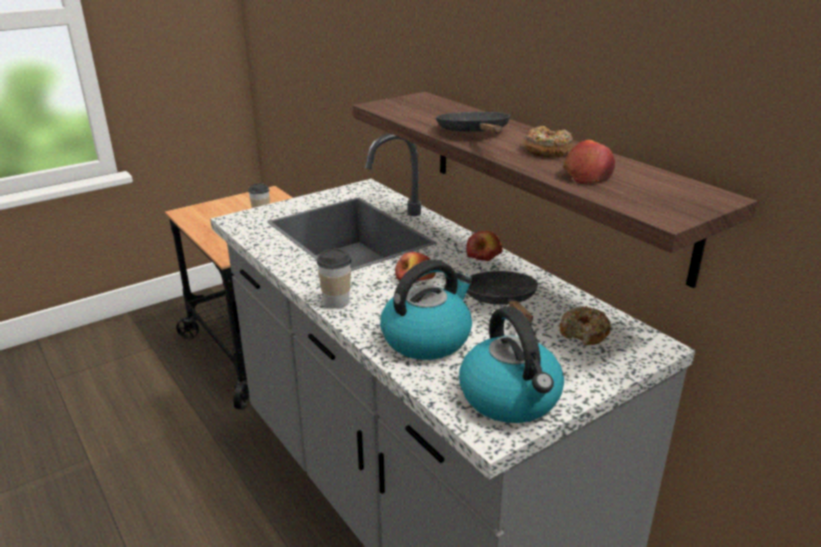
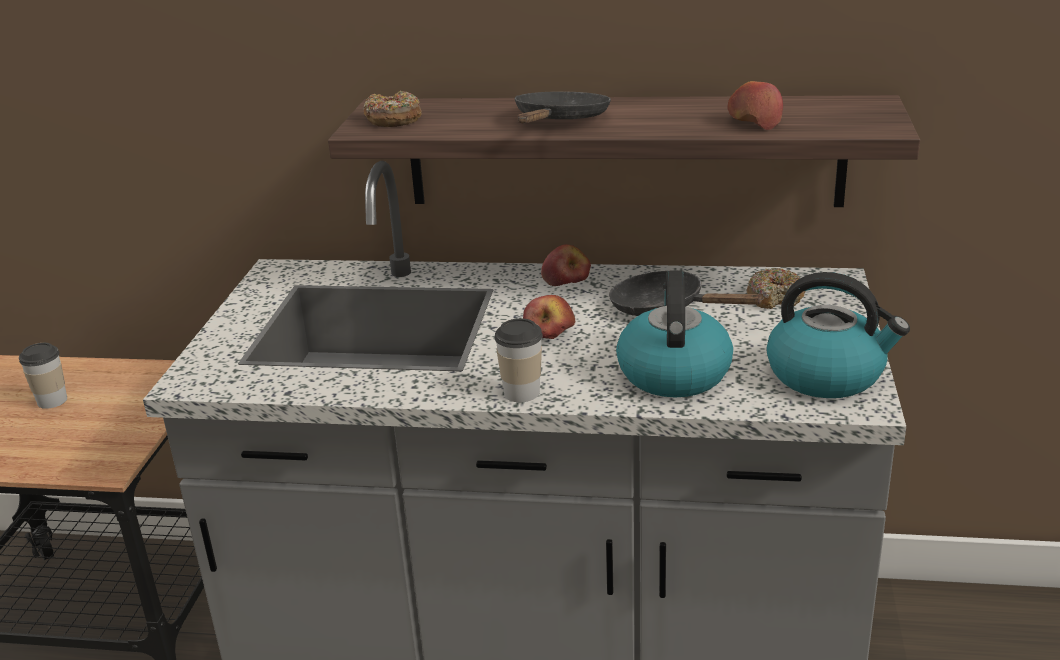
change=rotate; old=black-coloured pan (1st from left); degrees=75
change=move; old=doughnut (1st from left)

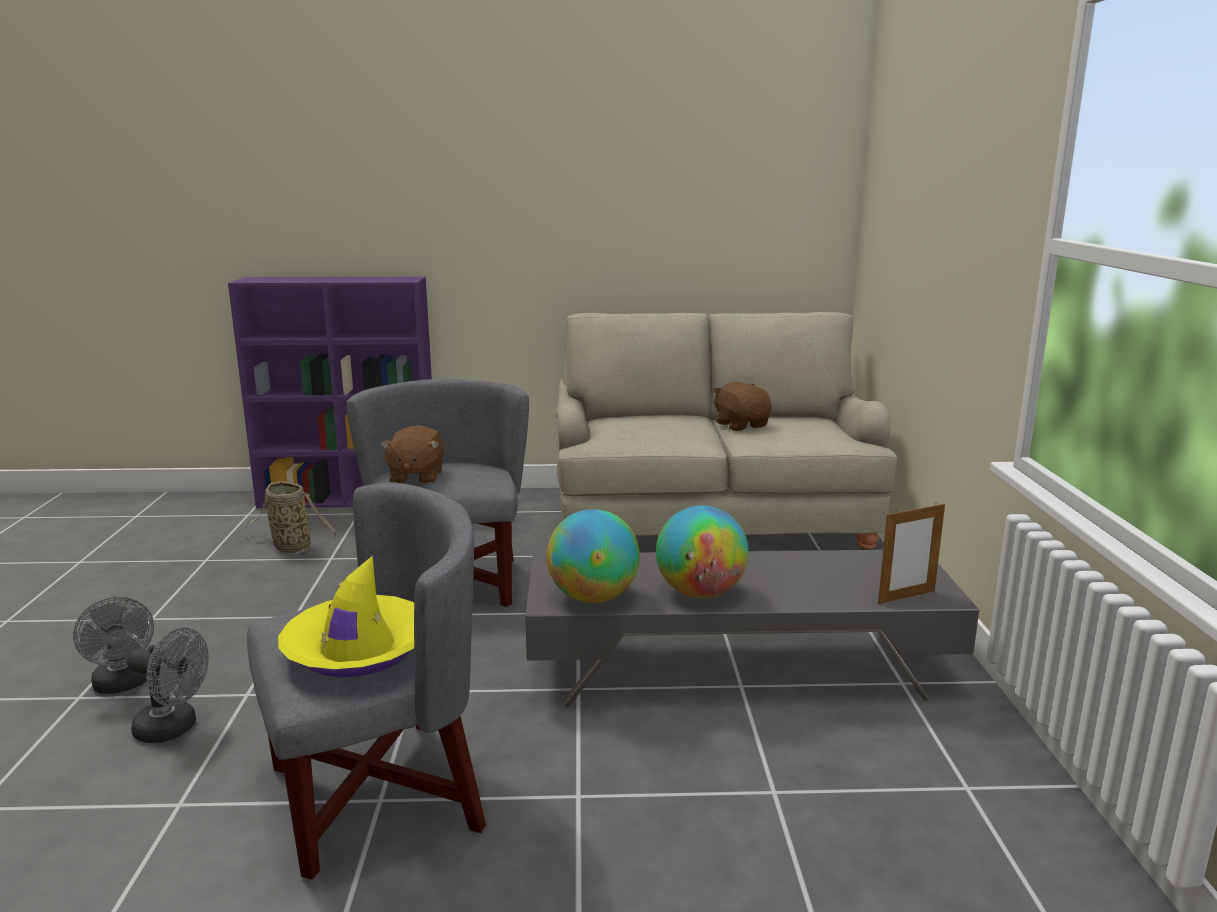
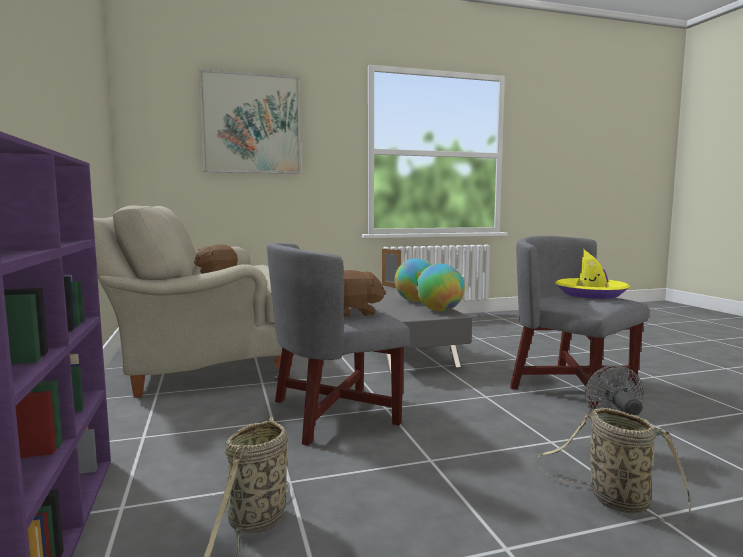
change=replace; old=greyish electric fan (1st from left); new=basket (2nd from left)
change=insert; new=wall picture

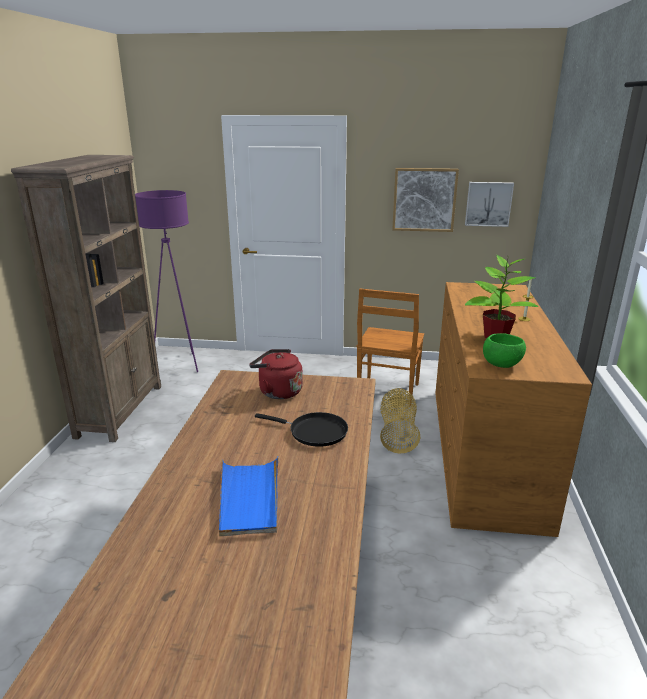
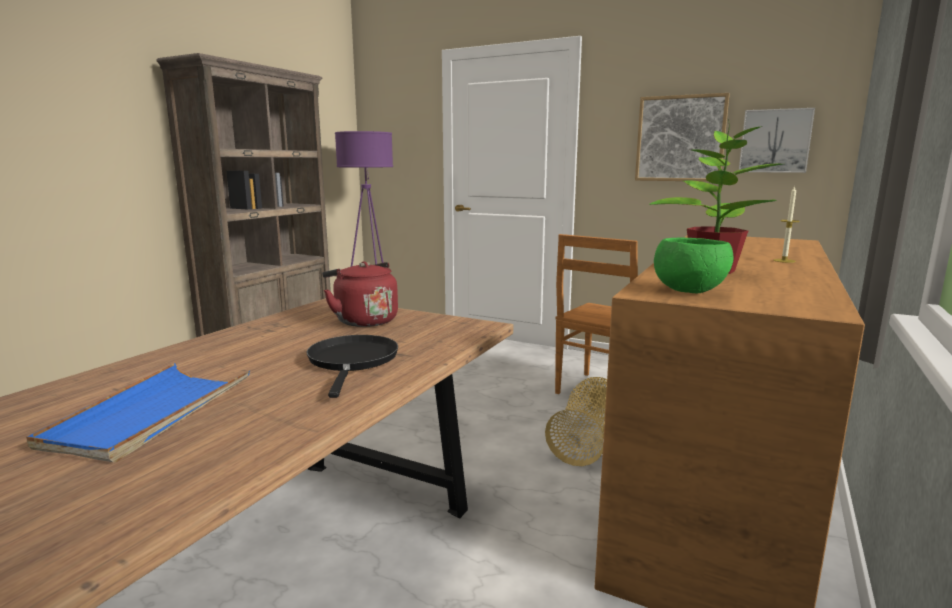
change=rotate; old=black-coloured pan; degrees=-135

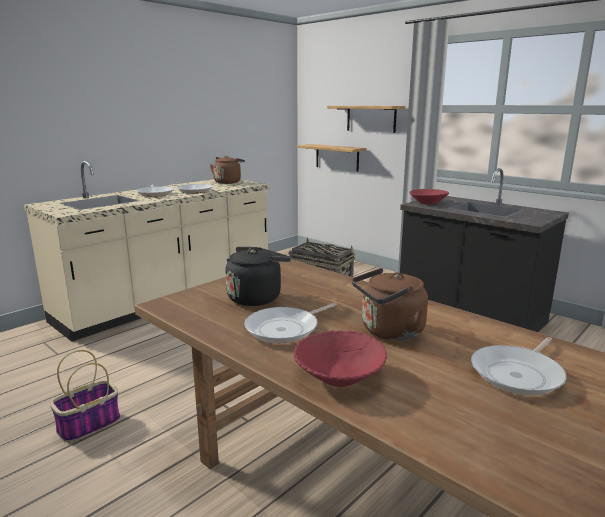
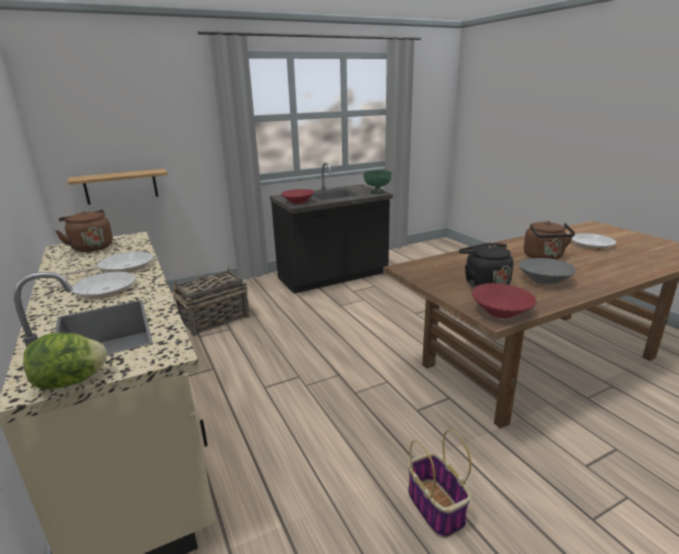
change=delete; old=bracket shelf (2nd from left)
change=replace; old=pan (3rd from left); new=greyish deep dish
change=move; old=red deep dish (1st from left in the first image); new=red deep dish (2nd from left)
change=insert; new=green-coloured deep dish
change=insert; new=lettuce

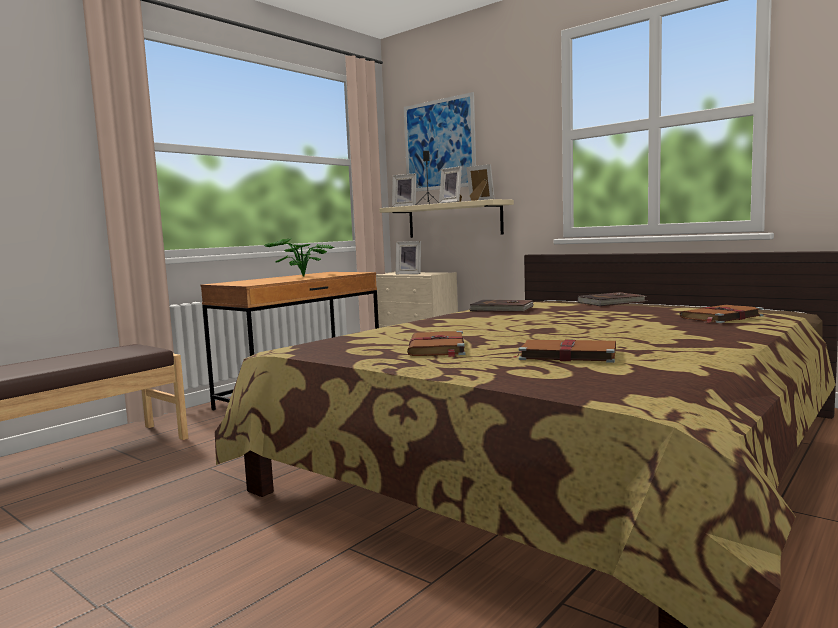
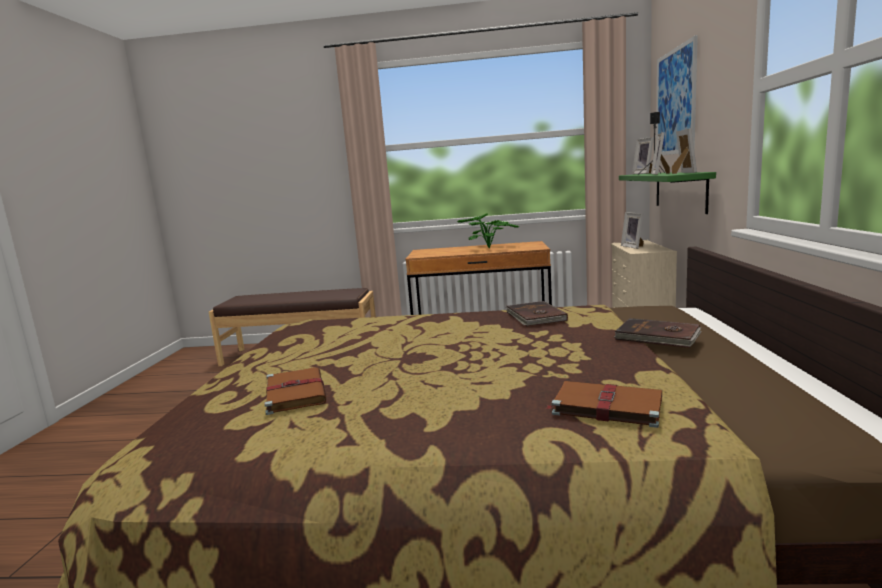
change=recolor; old=beige-coloured bracket shelf; new=green-coloured bracket shelf
change=delete; old=brown-coloured volume (1st from left)

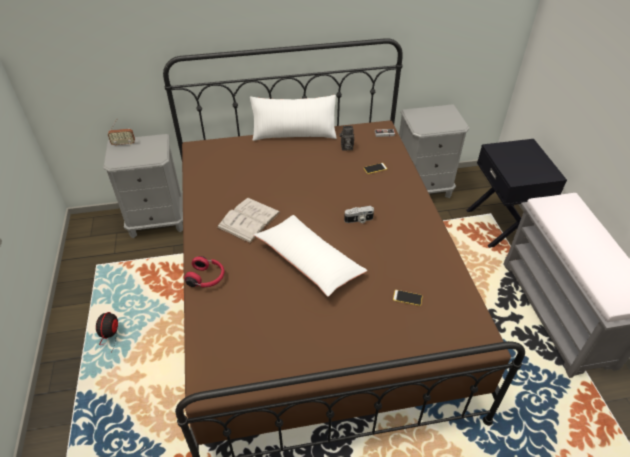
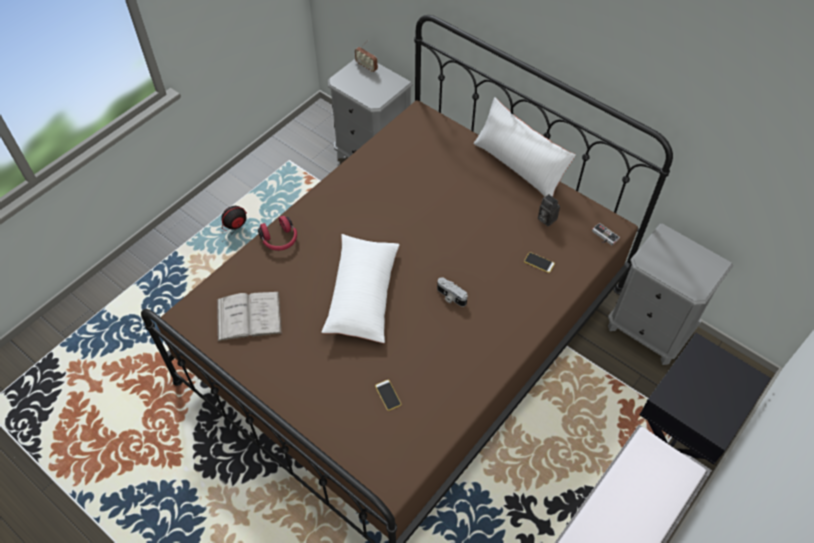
change=move; old=white volume

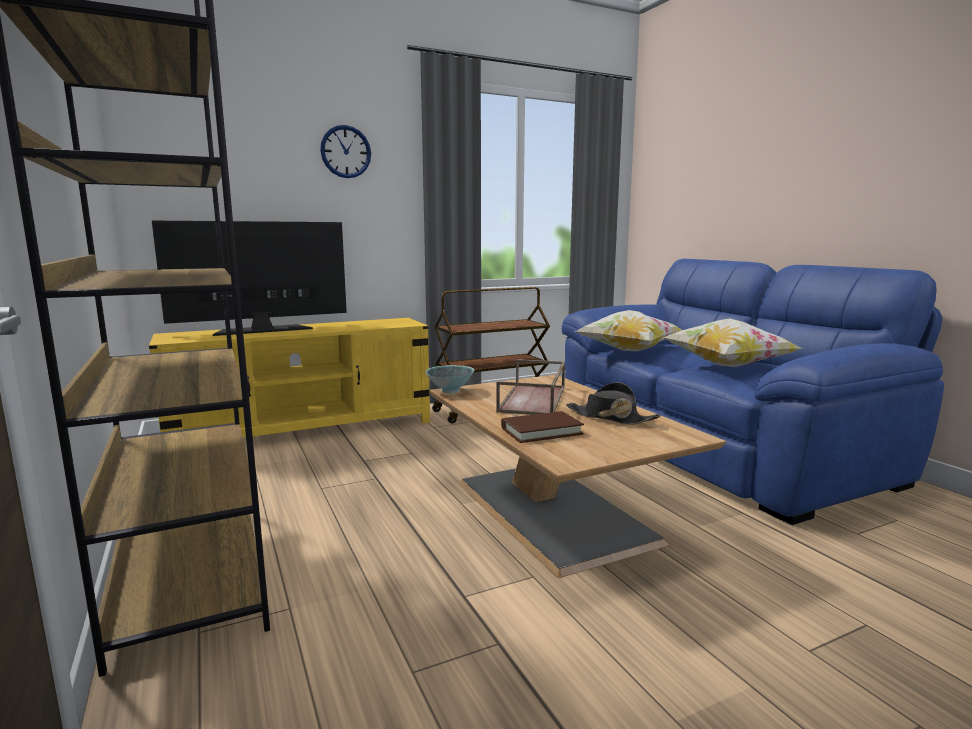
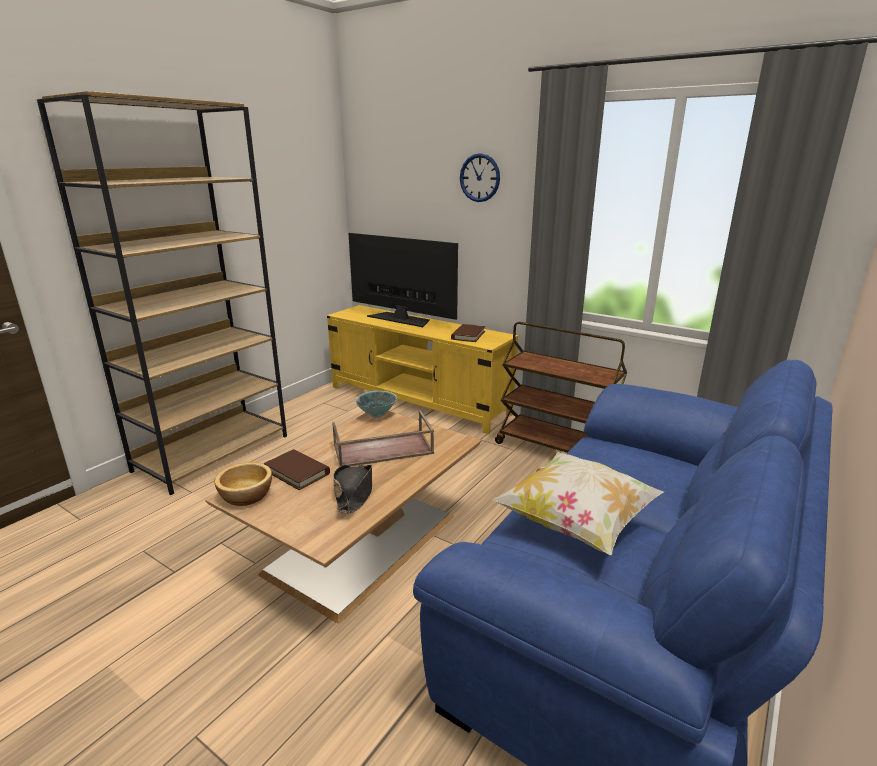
change=delete; old=pillow (1st from left)
change=insert; new=brown-coloured volume (2nd from left)
change=insert; new=deep dish (1st from left)

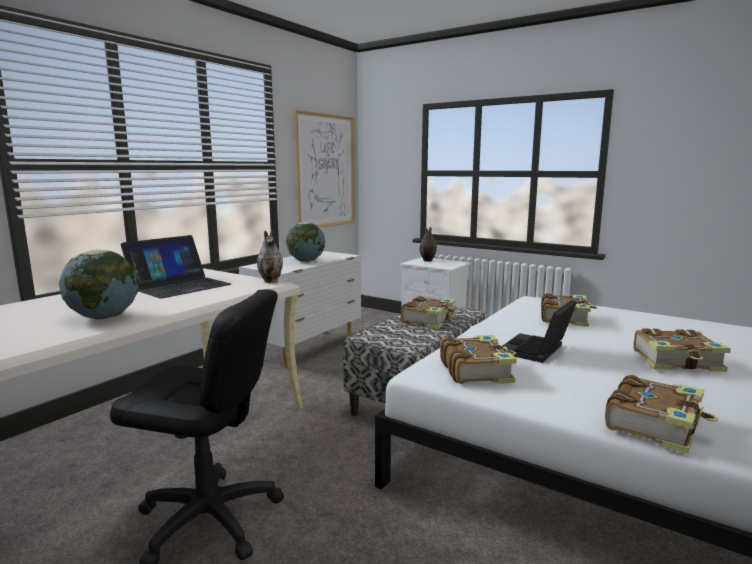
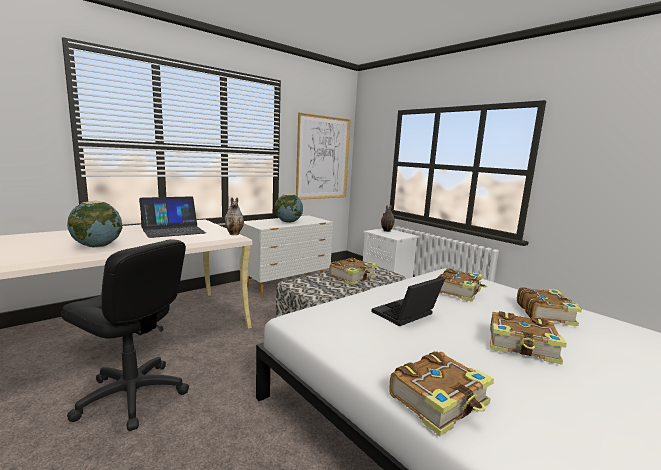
change=move; old=volume (2nd from left in the first image); new=volume (5th from left)

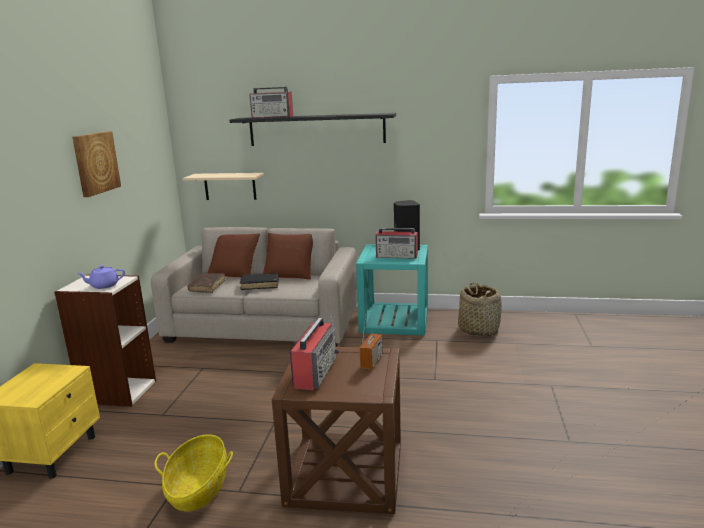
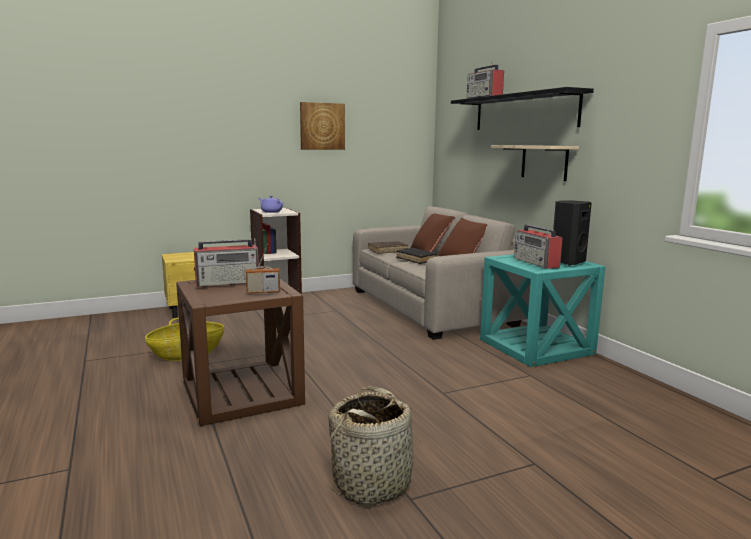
change=move; old=beige-coloured bracket shelf
change=move; old=basket (2nd from left)

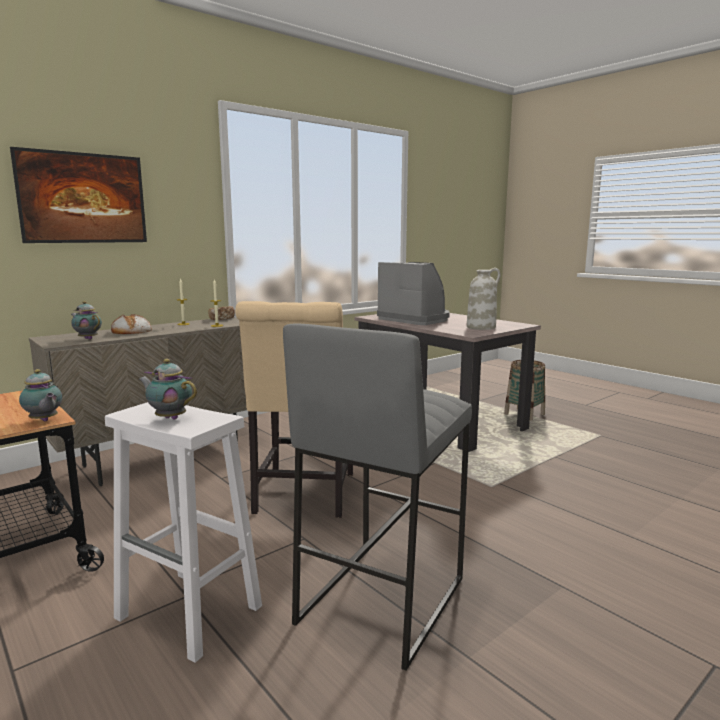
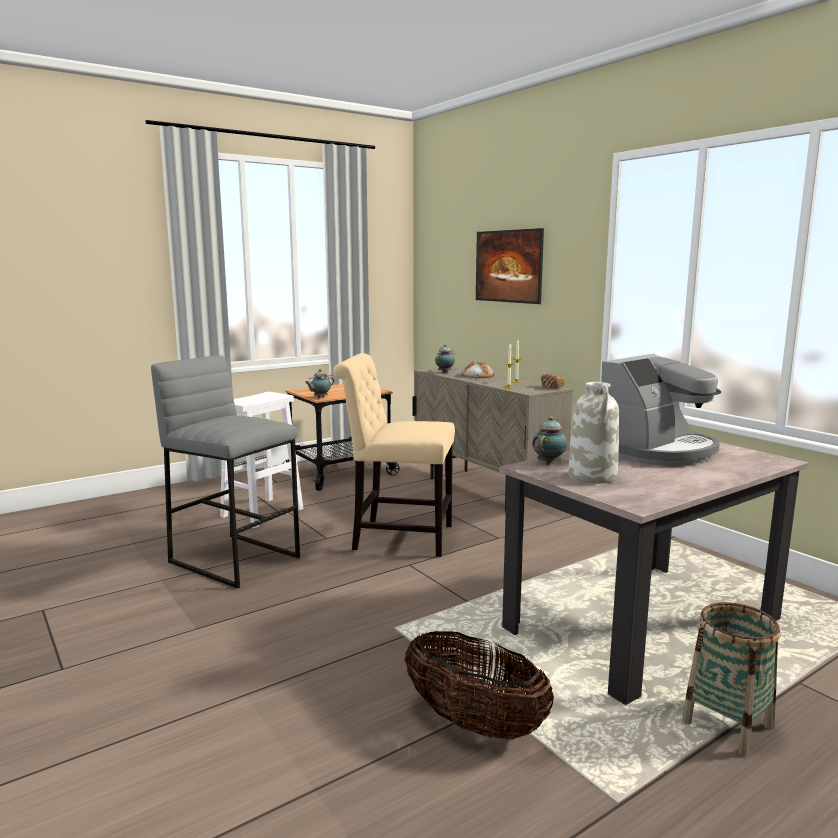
change=move; old=teapot (3rd from left)
change=insert; new=basket (1st from left)

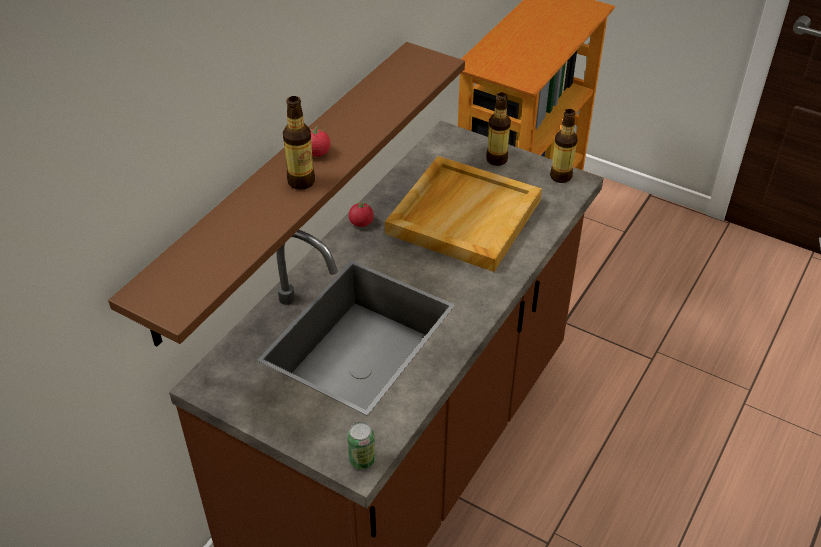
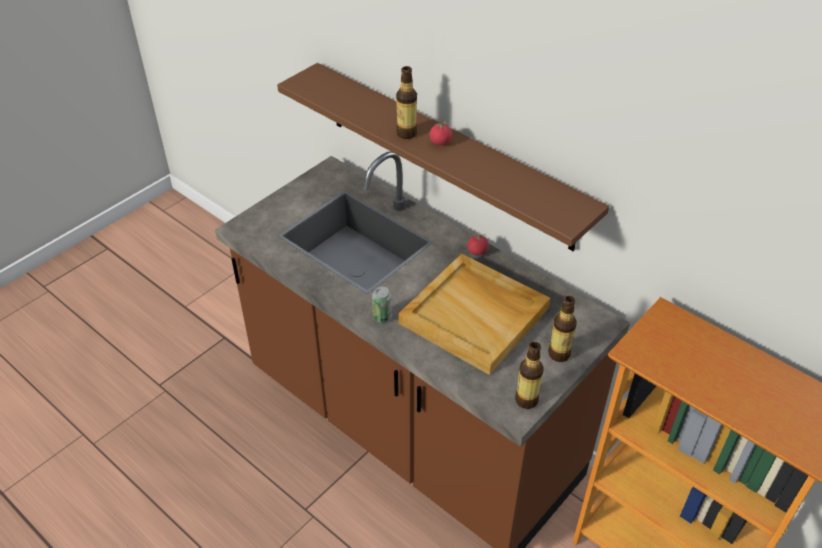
change=move; old=sealed can

